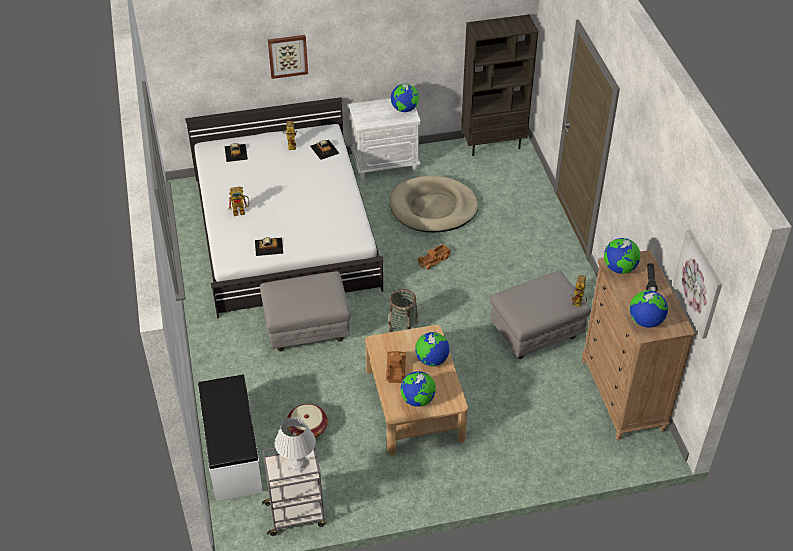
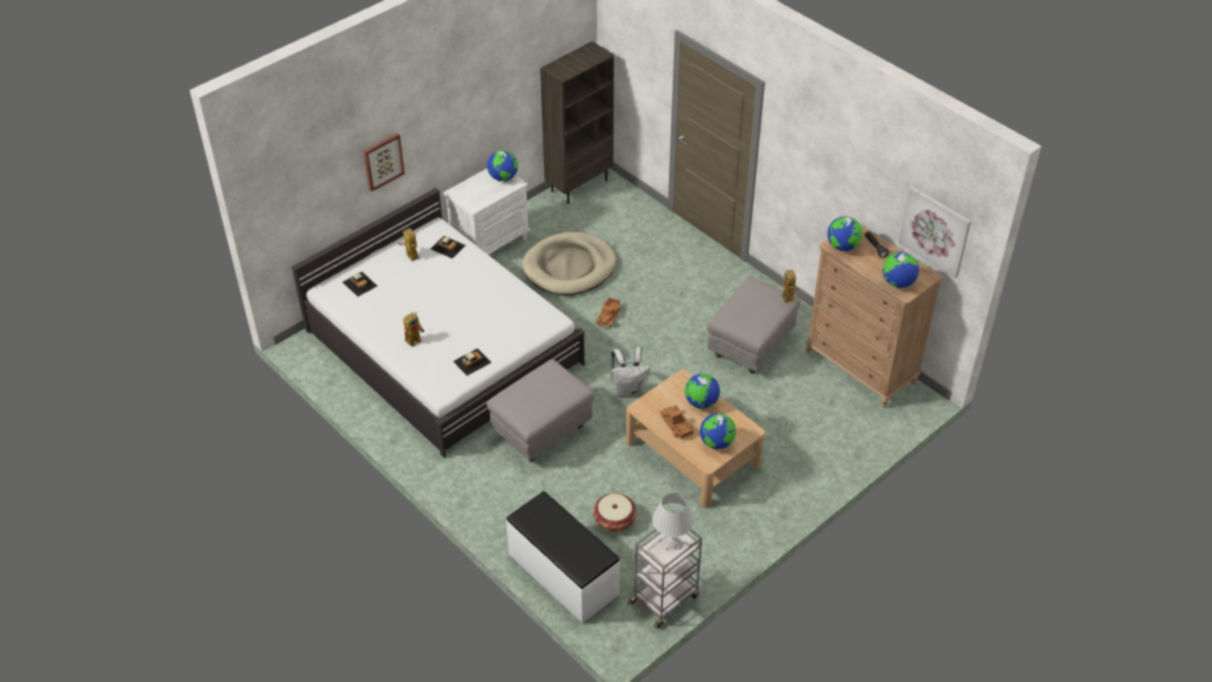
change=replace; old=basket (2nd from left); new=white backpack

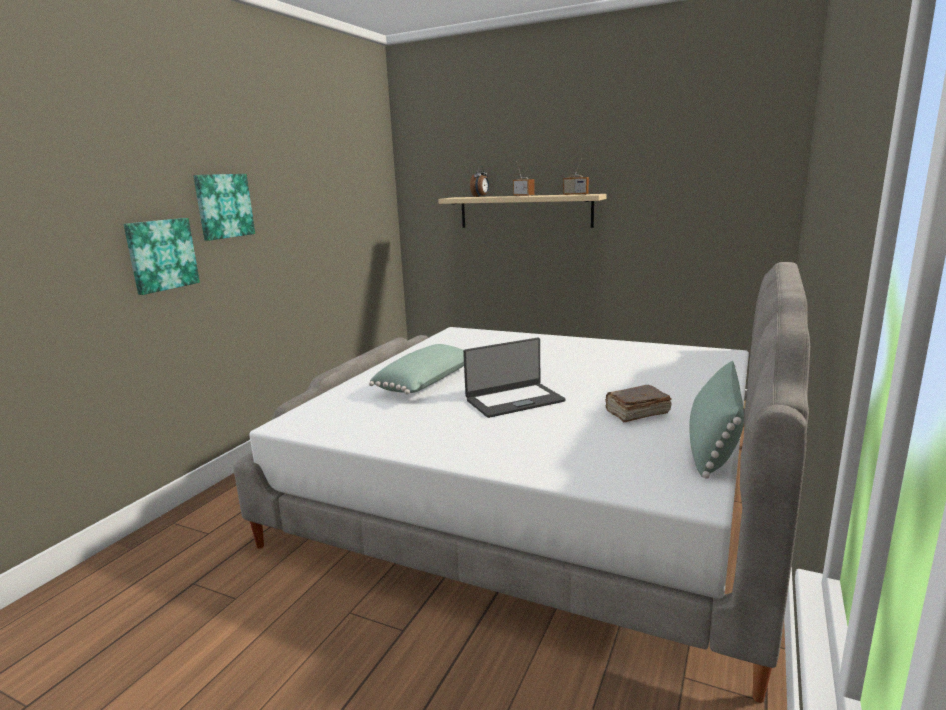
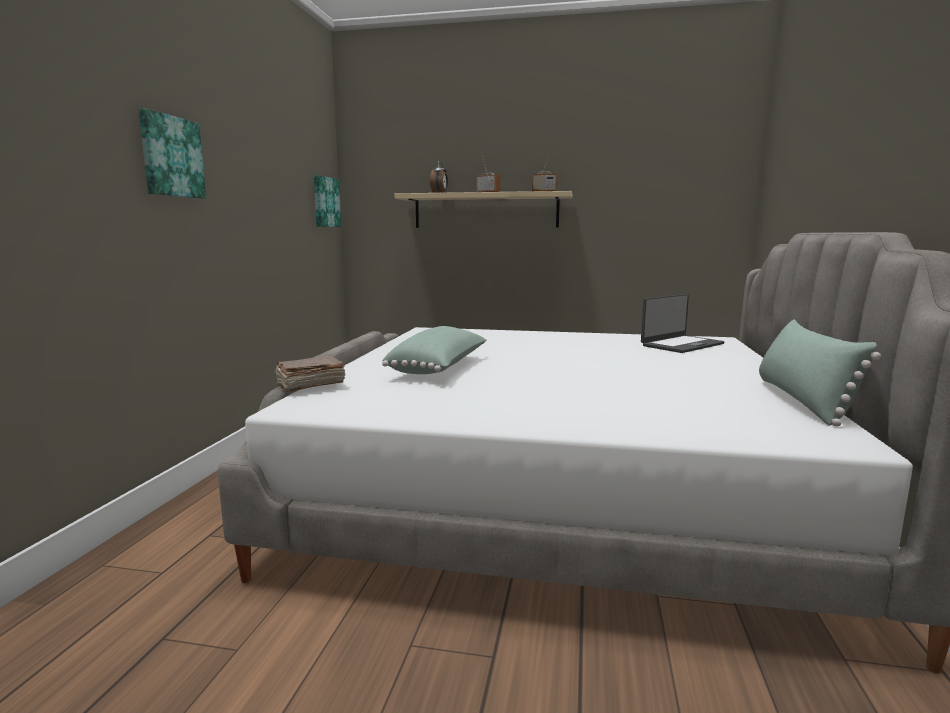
change=move; old=wall picture (1st from left in the first image); new=wall picture (2nd from left)
change=move; old=portable computer
change=move; old=brown-coloured volume

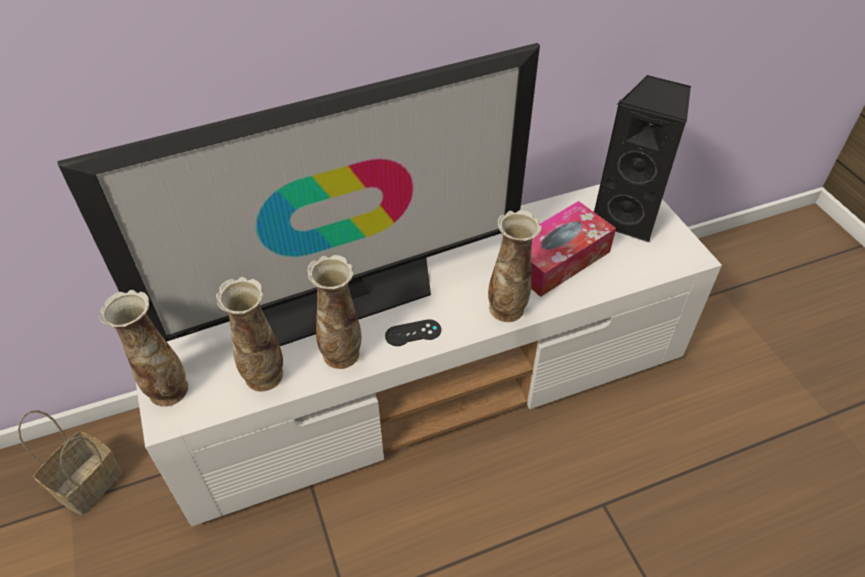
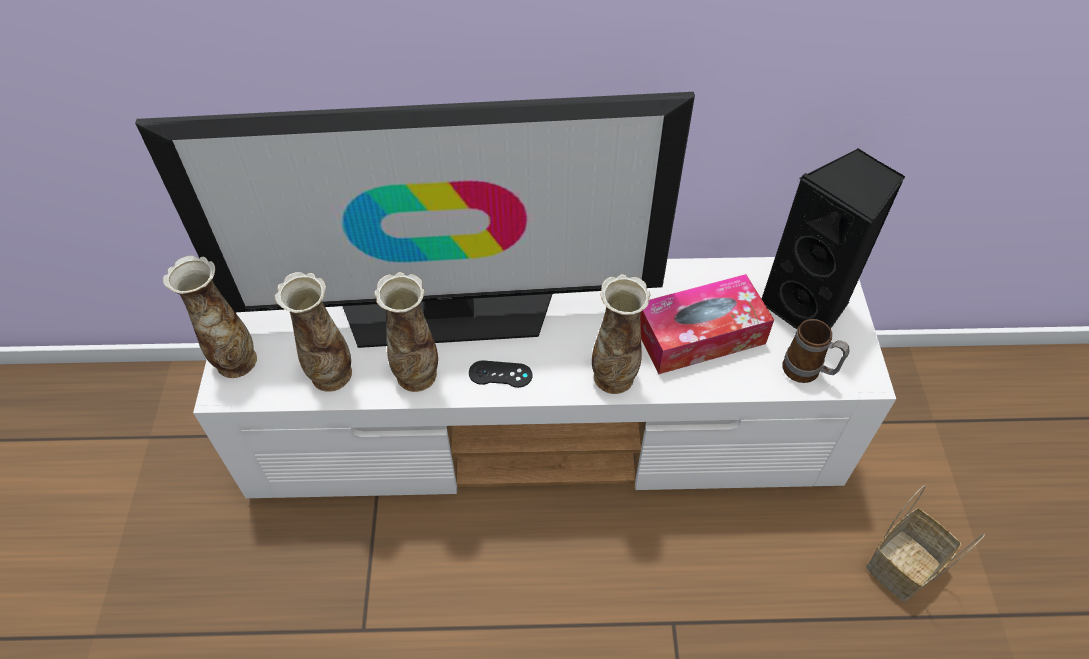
change=move; old=basket
change=insert; new=mug

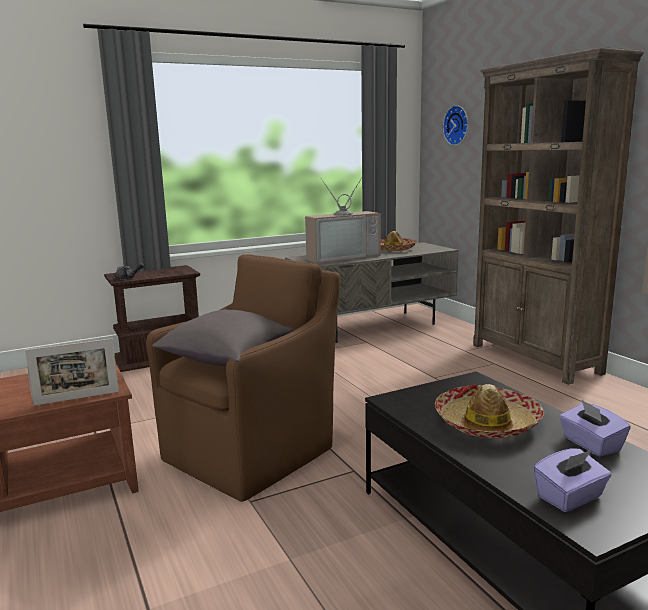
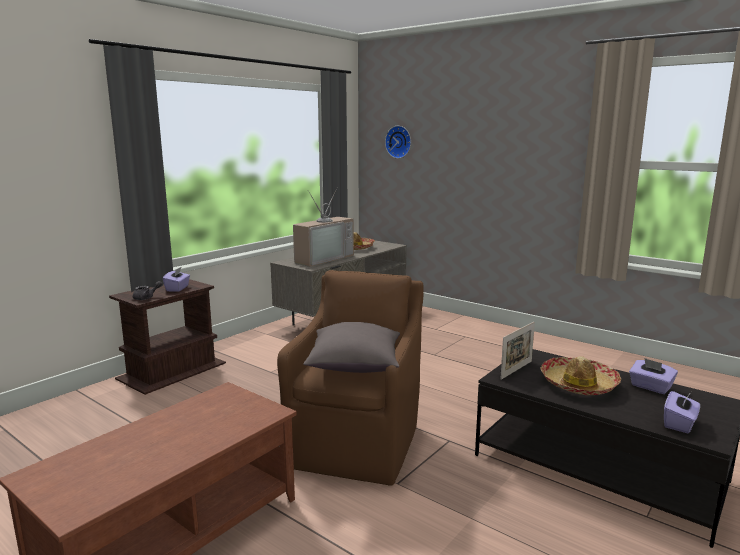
change=delete; old=brown-coloured bookcase
change=move; old=photo frame
change=insert; new=purplish box of tissues (1st from left)

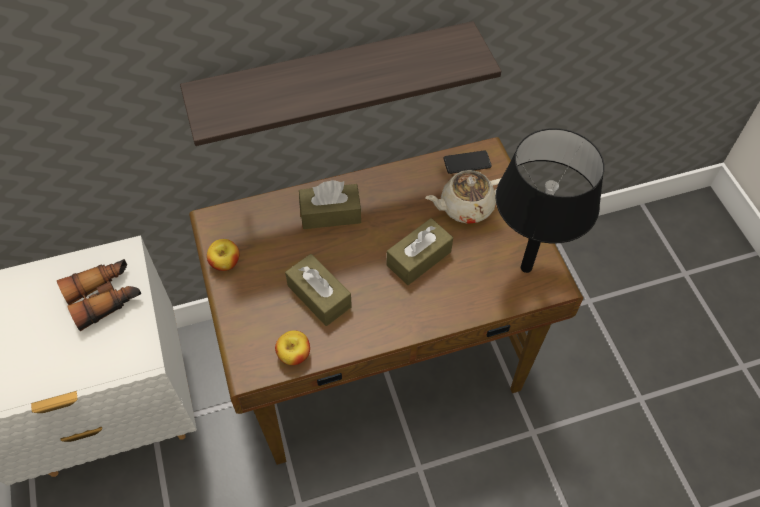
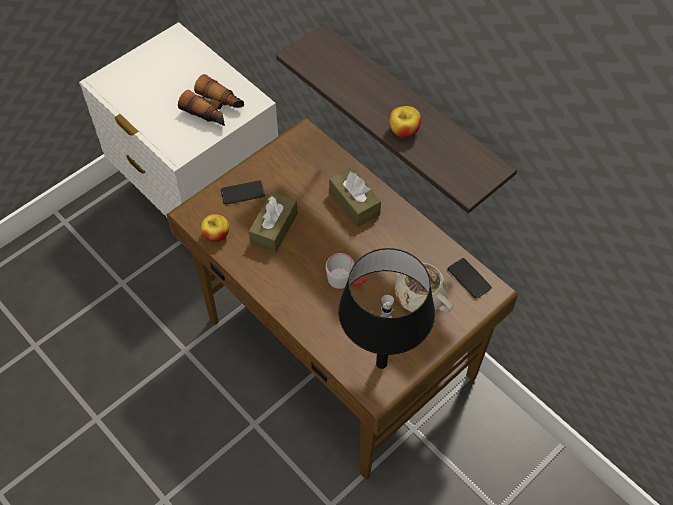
change=replace; old=brown-coloured box of tissues (3rd from left); new=greyish mug
change=move; old=apple fruit (1st from left in the first image); new=apple fruit (2nd from left)
change=insert; new=phone (1st from left)

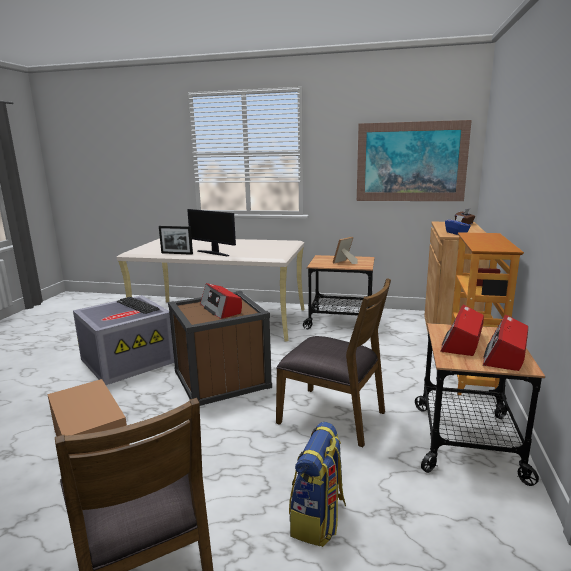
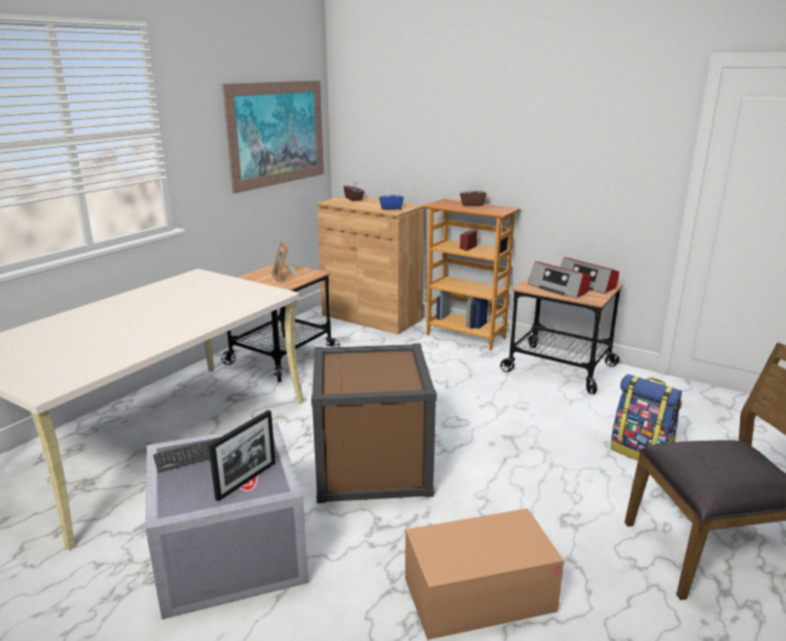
change=delete; old=computer display
change=move; old=photo frame (1st from left)
change=delete; old=brown-coloured chair (2nd from left)
change=delete; old=radio receiver (1st from left)
change=insert; new=brown-coloured box of tissues (2nd from left)

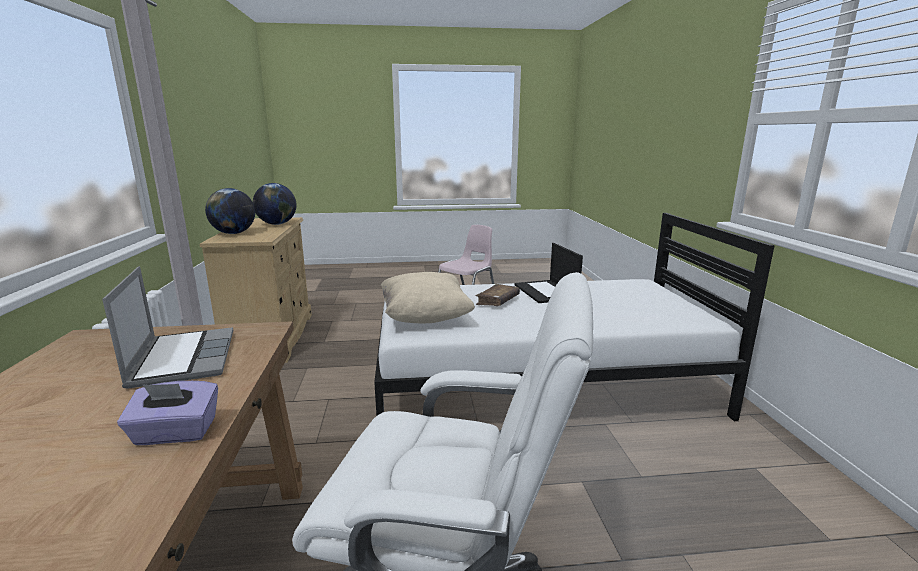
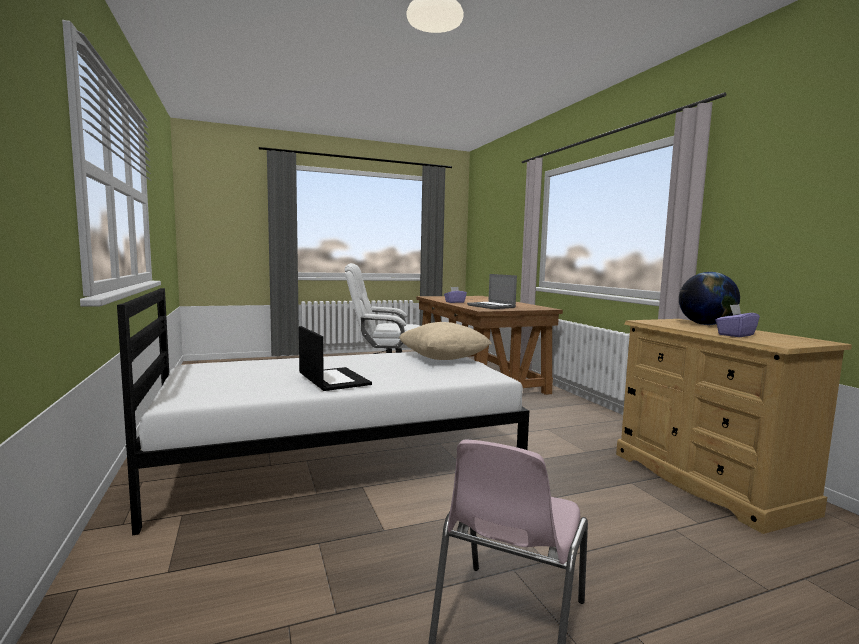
change=replace; old=globe (2nd from left); new=purplish box of tissues (2nd from left)
change=delete; old=brown-coloured volume

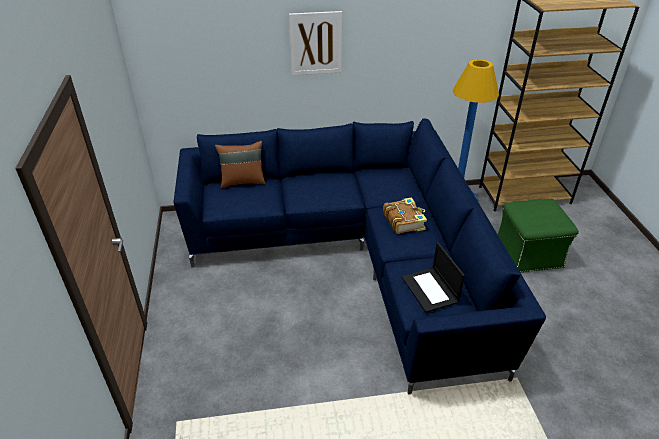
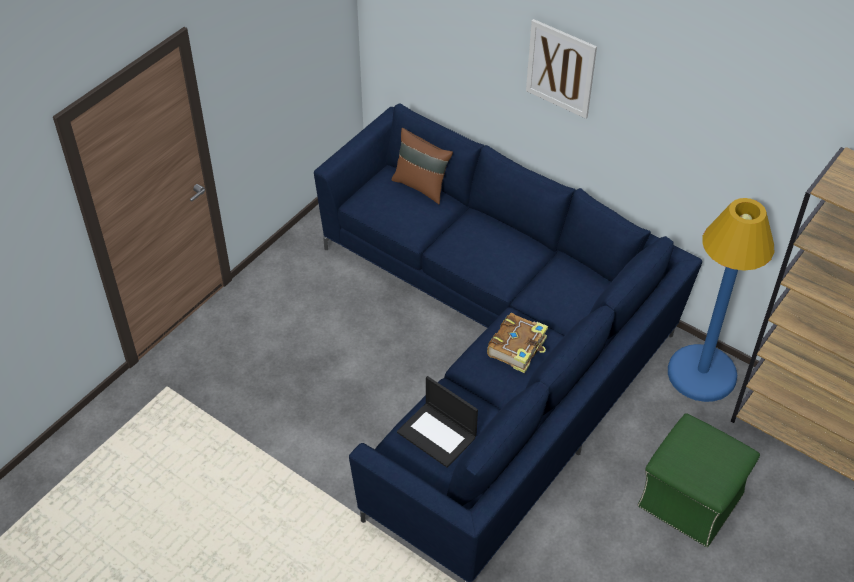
change=rotate; old=portable computer; degrees=-75

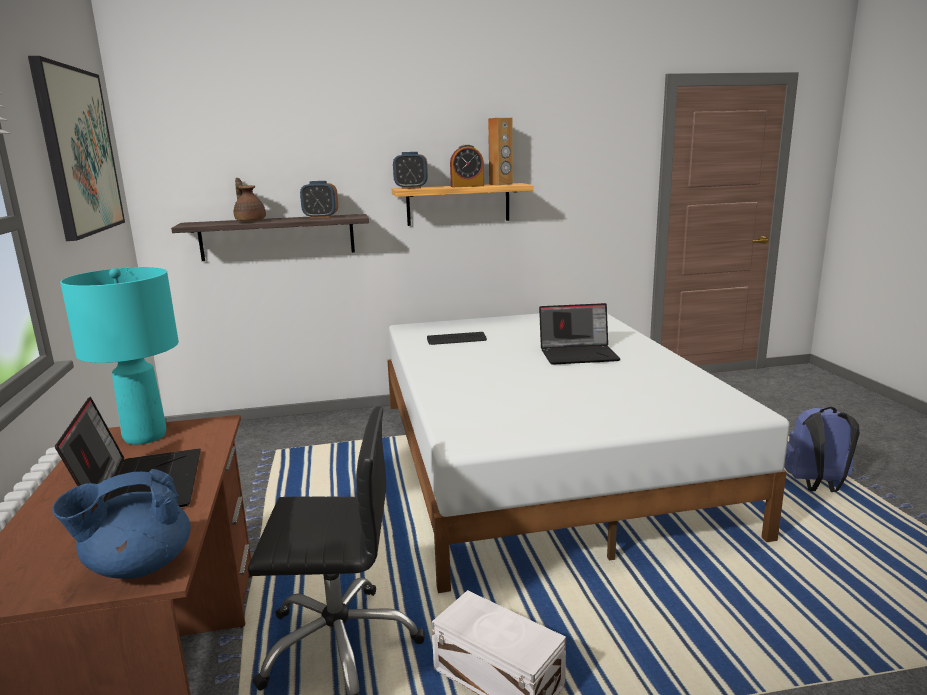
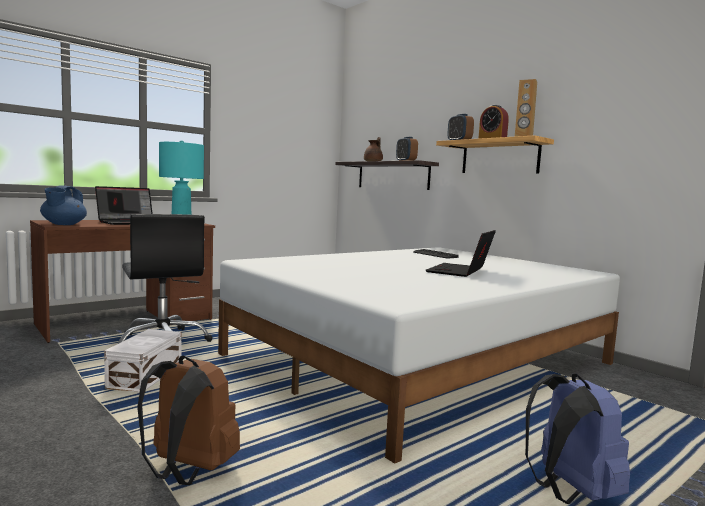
change=delete; old=wall picture
change=rotate; old=portable computer (2nd from left); degrees=60
change=rotate; old=blue teapot; degrees=-120
change=insert; new=brown-coloured backpack

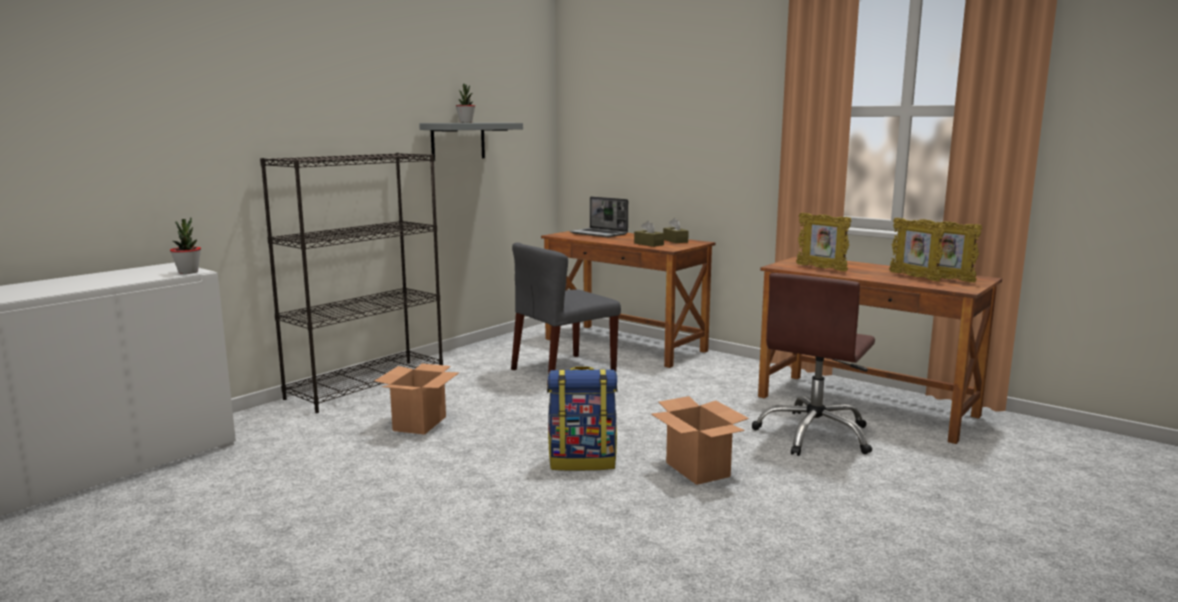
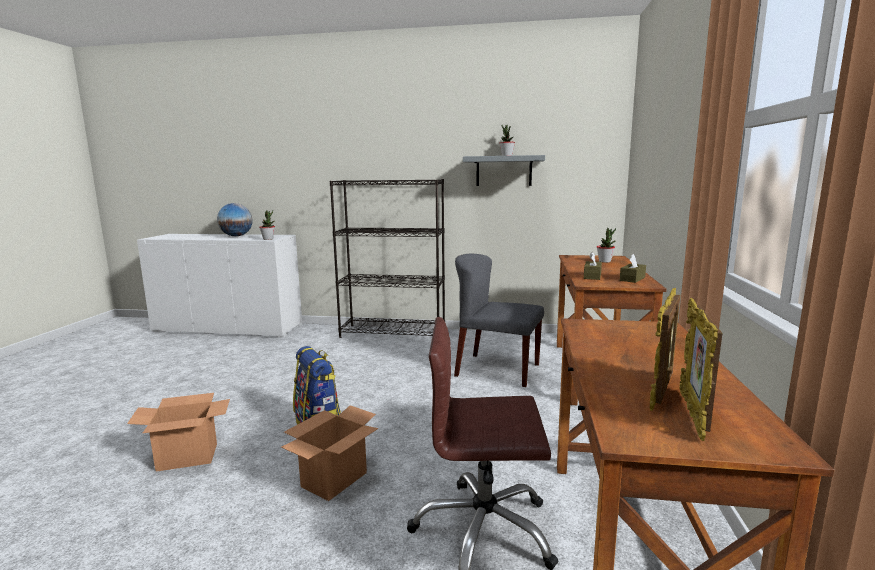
change=replace; old=portable computer; new=potted plant (3rd from left)
change=delete; old=photo frame (1st from left)
change=move; old=packing box (1st from left)
change=insert; new=globe

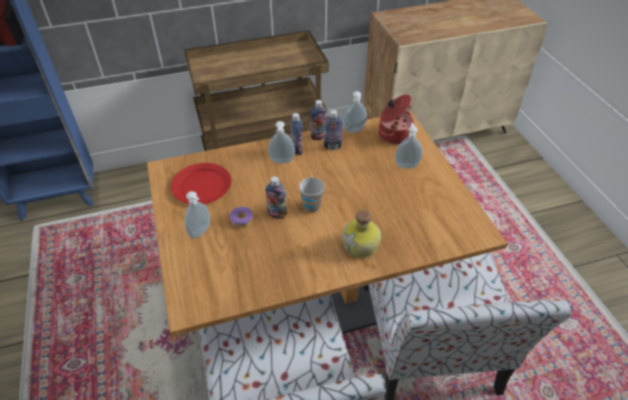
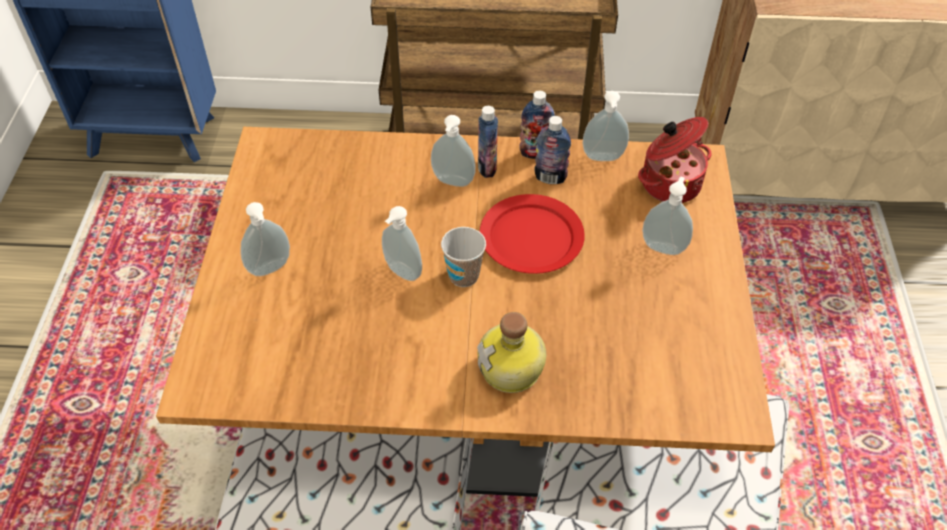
change=move; old=red dinner plate
change=replace; old=beverage bottle (1st from left); new=soap bottle (2nd from left)
change=delete; old=doughnut

